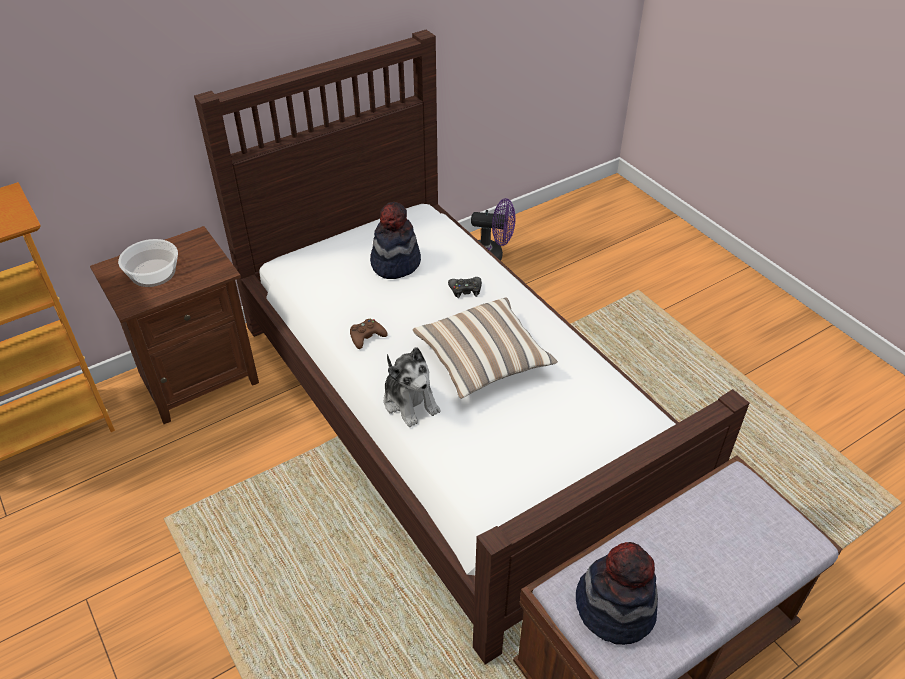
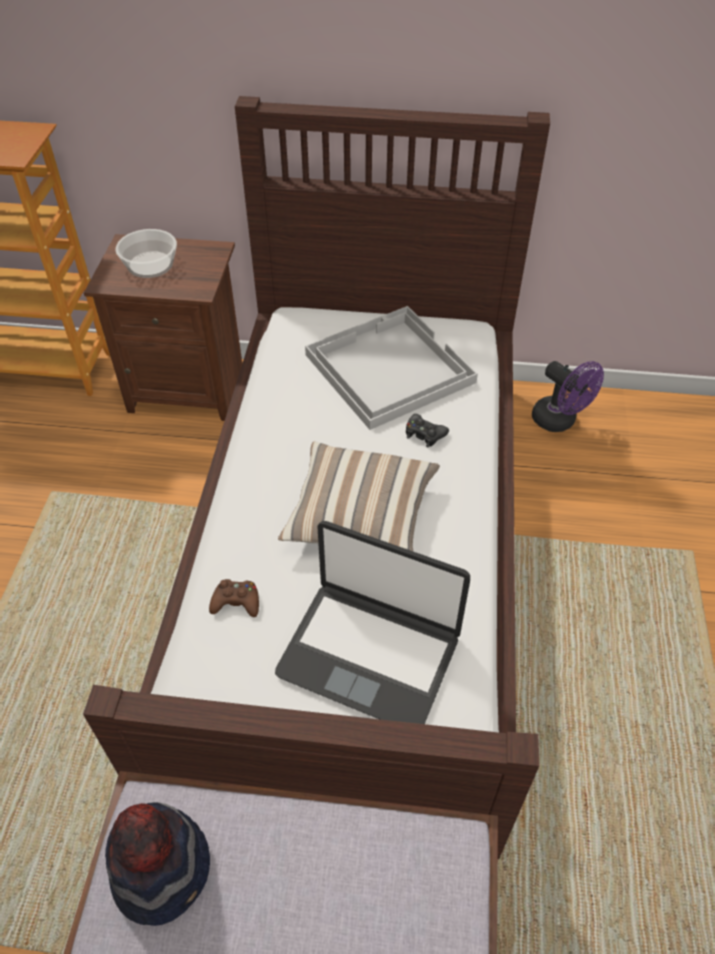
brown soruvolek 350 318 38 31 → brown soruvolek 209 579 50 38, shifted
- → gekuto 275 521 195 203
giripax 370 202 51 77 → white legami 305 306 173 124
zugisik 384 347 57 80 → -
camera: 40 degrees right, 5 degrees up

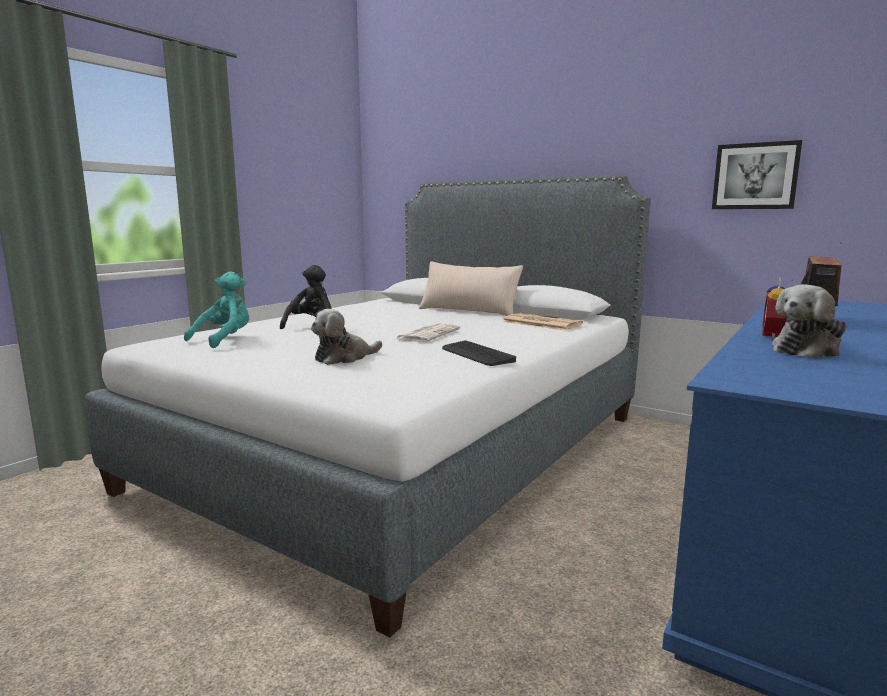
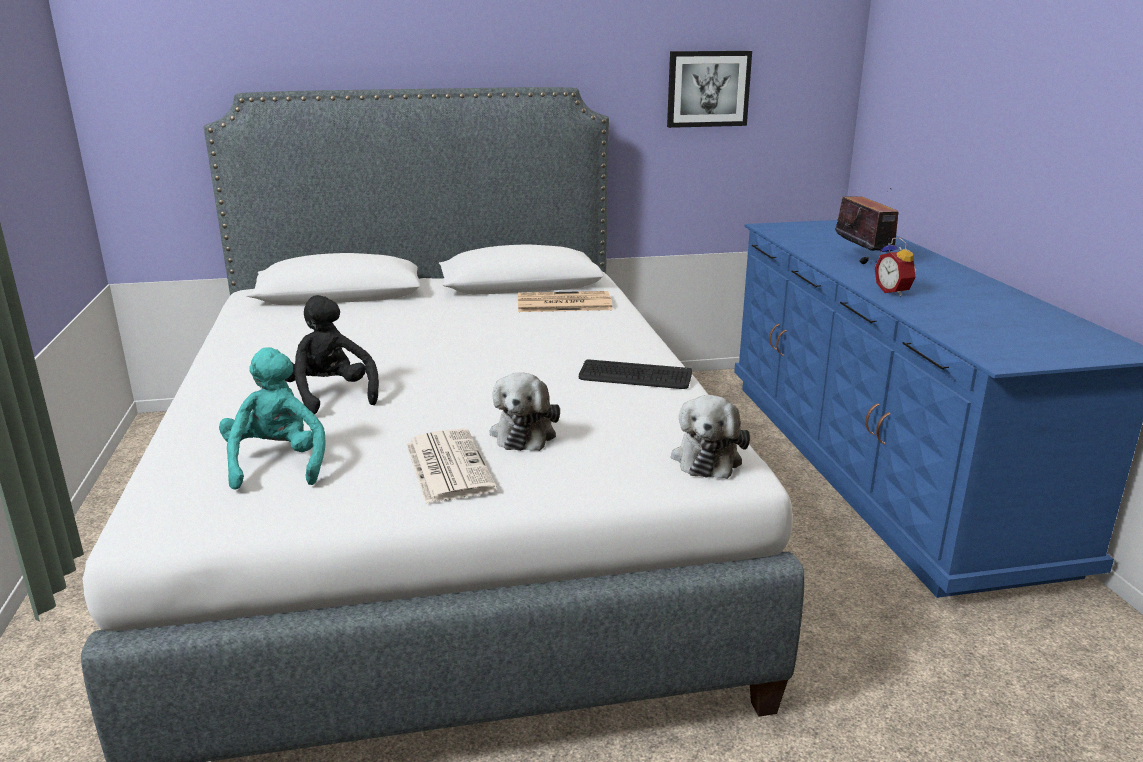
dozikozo 396 323 64 19 → dozikozo 406 428 91 76, shifted
zugisik 772 284 75 75 → zugisik 671 395 79 84, shifted
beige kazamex 419 261 104 55 → -
camera: 45 degrees left, 10 degrees up

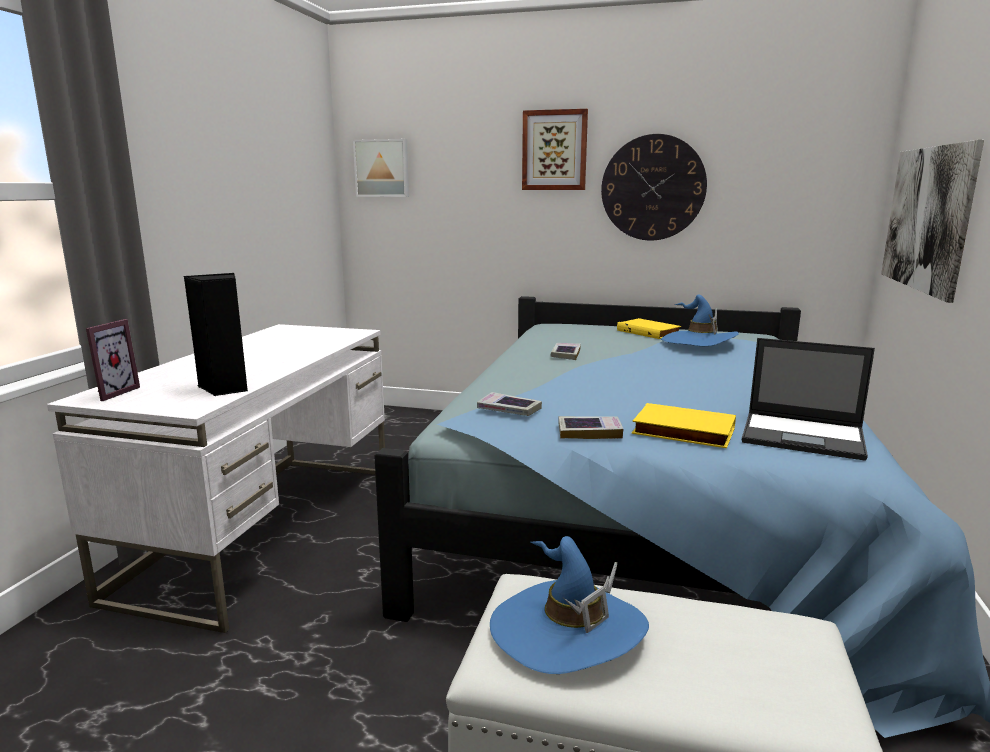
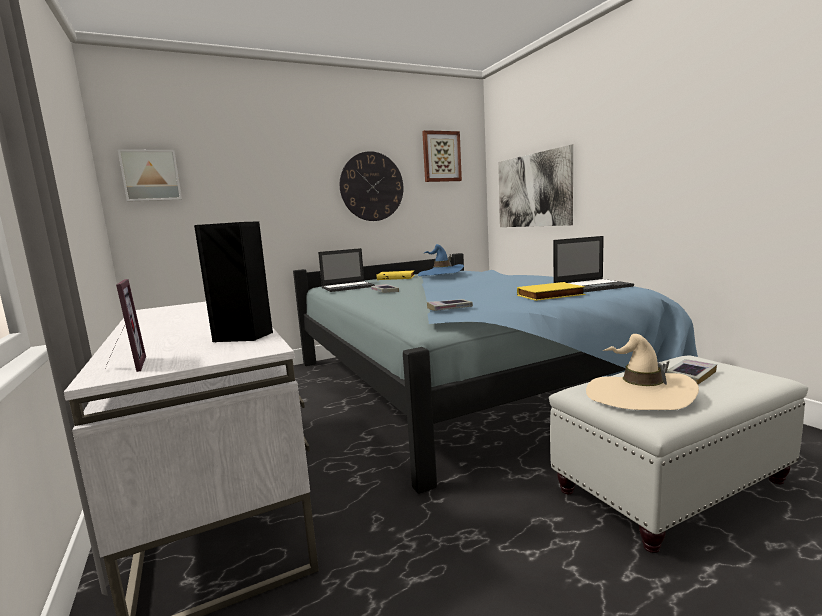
- → gekuto 318 248 57 44
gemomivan 522 109 66 81 → gemomivan 422 130 40 52, shifted
blue giripax 490 536 159 138 → beige giripax 586 334 113 76
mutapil 558 416 65 23 → mutapil 666 359 51 26, shifted
camera: 40 degrees left, 5 degrees down

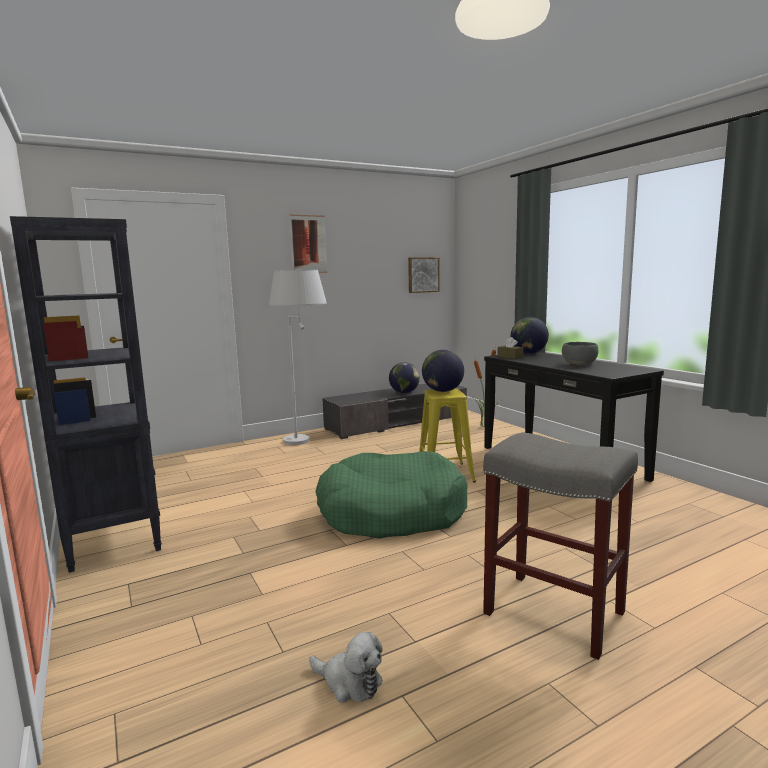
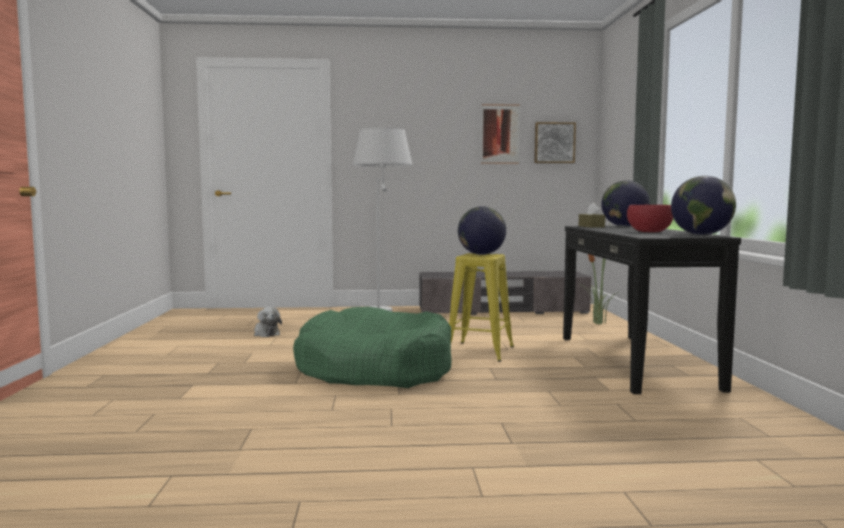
zugisik 309 632 74 71 → zugisik 254 307 28 30, shifted
gemomivan 289 215 38 58 → gemomivan 481 104 39 60, shifted
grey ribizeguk 562 342 36 24 → red ribizeguk 627 205 46 27
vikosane 389 362 31 31 → vikosane 671 176 65 59, shifted
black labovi 10 216 152 357 → -
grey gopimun 483 433 155 227 → -
camera: 25 degrees right, 5 degrees down

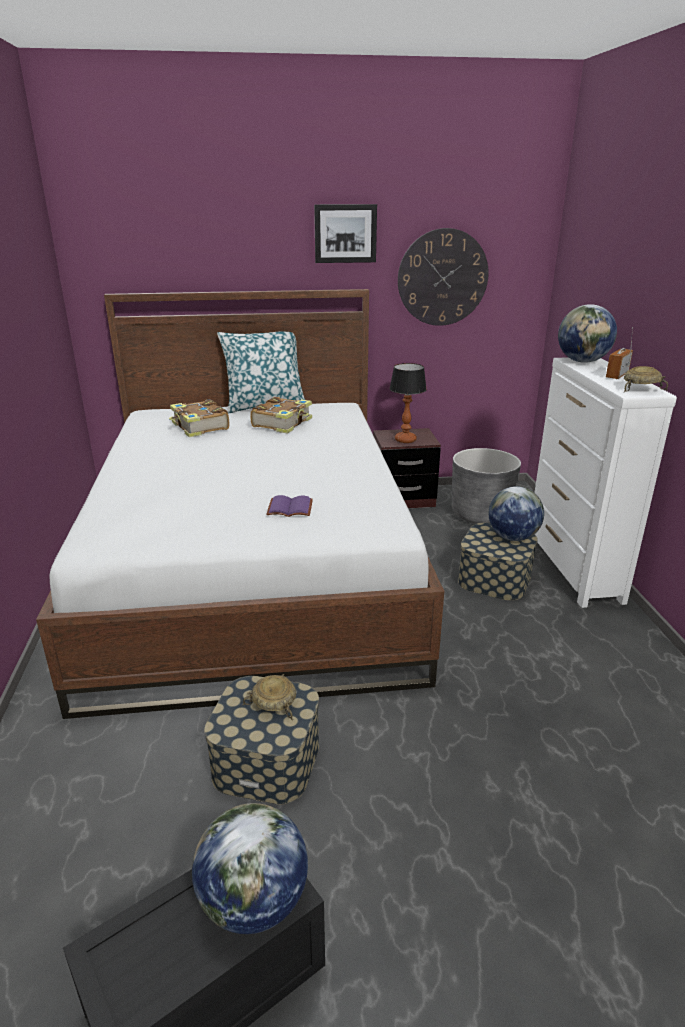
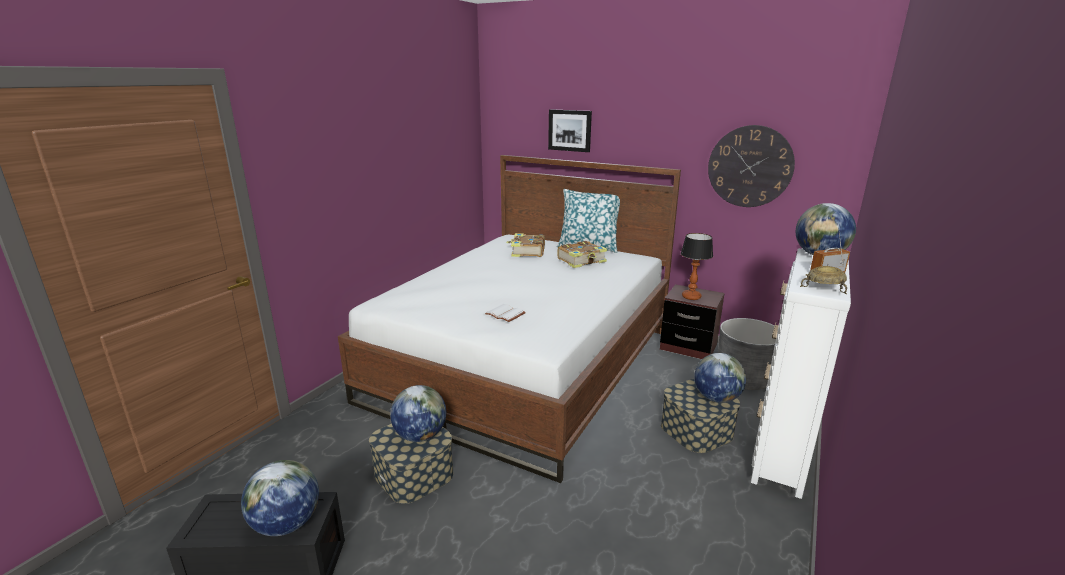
beige ribizeguk 242 674 54 47 → vikosane 390 385 56 57
purple mutapil 266 495 47 22 → white mutapil 485 304 41 18
gemomivan 314 204 63 59 → gemomivan 548 109 44 43, shifted
camera: 35 degrees right, 5 degrees down

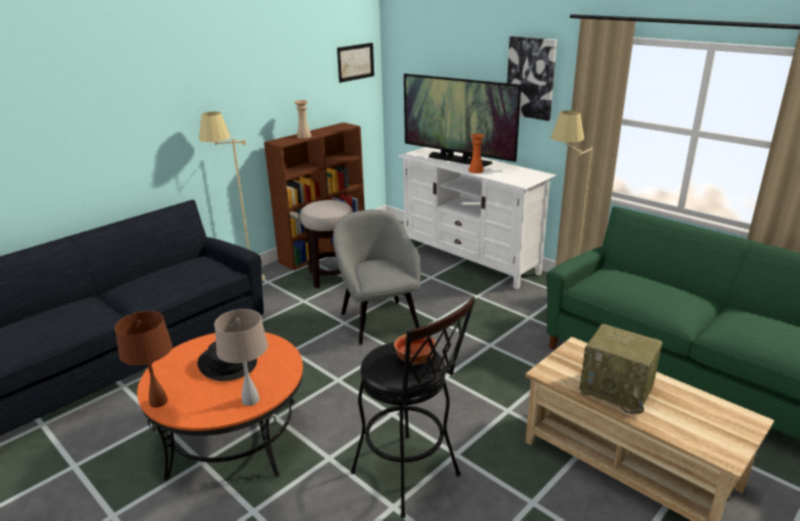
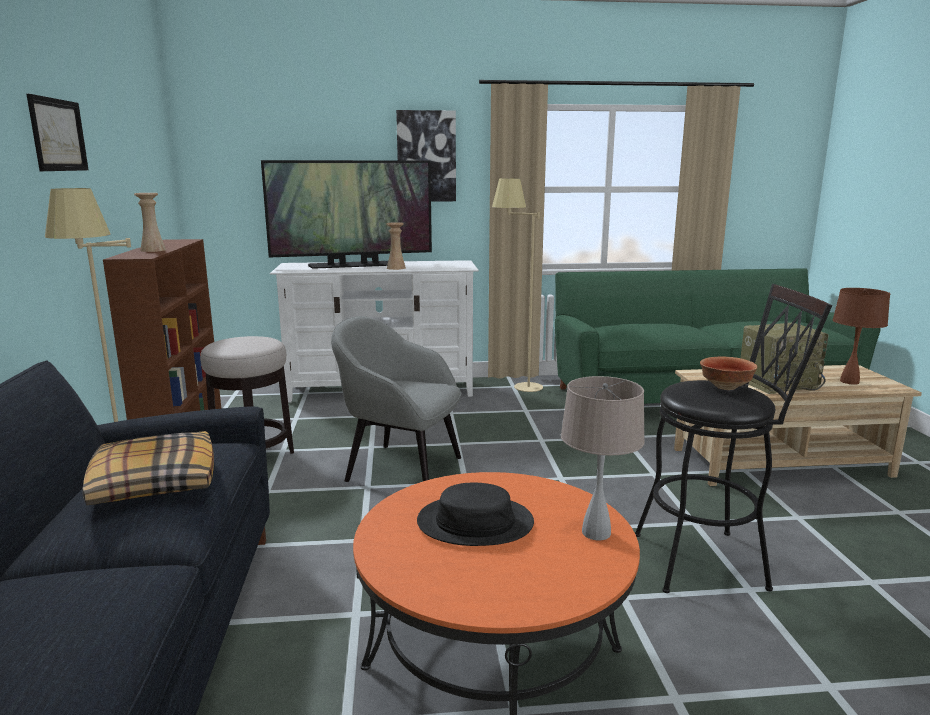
gemomivan 337 43 37 40 → gemomivan 26 94 63 77, shifted
- → kazamex 82 431 132 74
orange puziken 468 134 16 39 → beige puziken 386 222 20 48
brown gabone 115 311 57 97 → brown gabone 833 288 57 97, shifted
camera: 50 degrees left, 10 degrees down

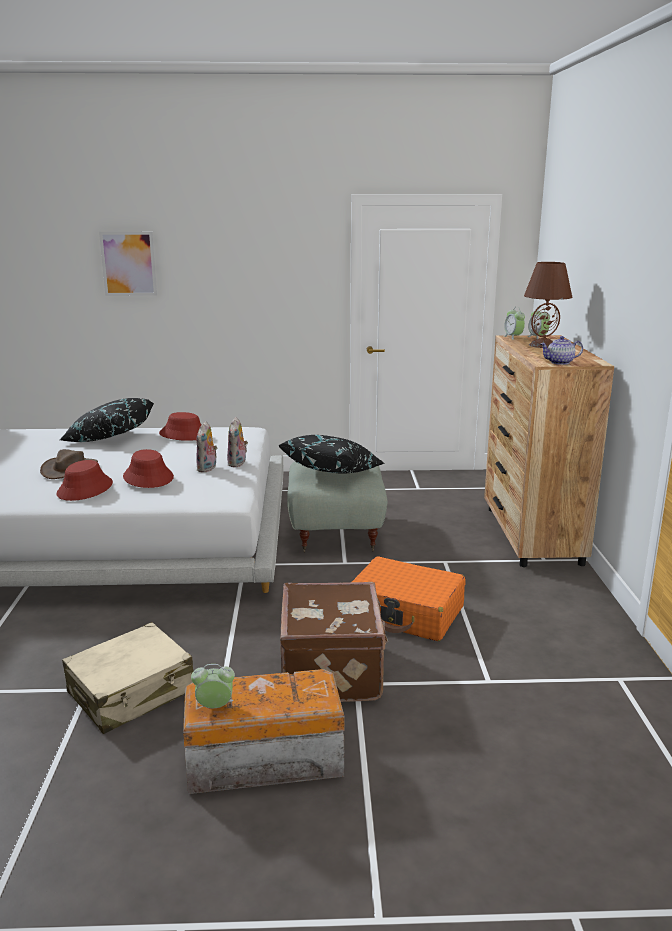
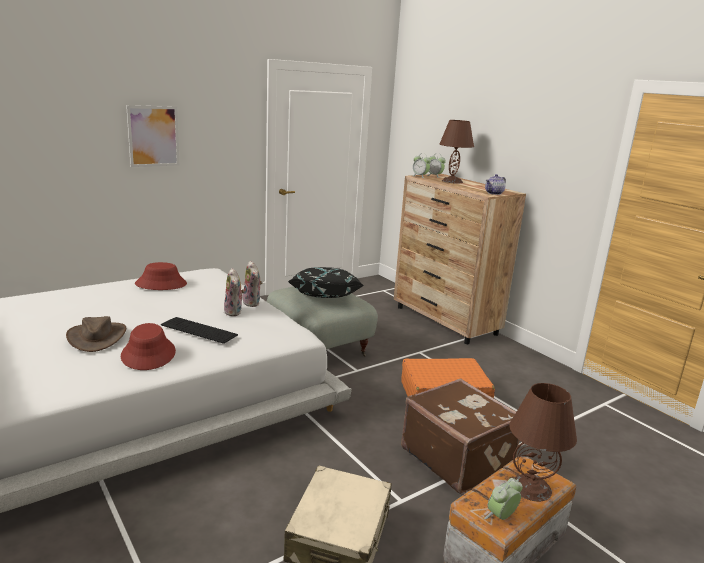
gemomivan 99 232 58 64 → gemomivan 126 105 53 62, shifted
red giripax 123 449 51 39 → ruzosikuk 161 317 77 27
- → brown gabone 509 383 68 118
black kazamex 60 398 94 44 → -
camera: 35 degrees left, 0 degrees up

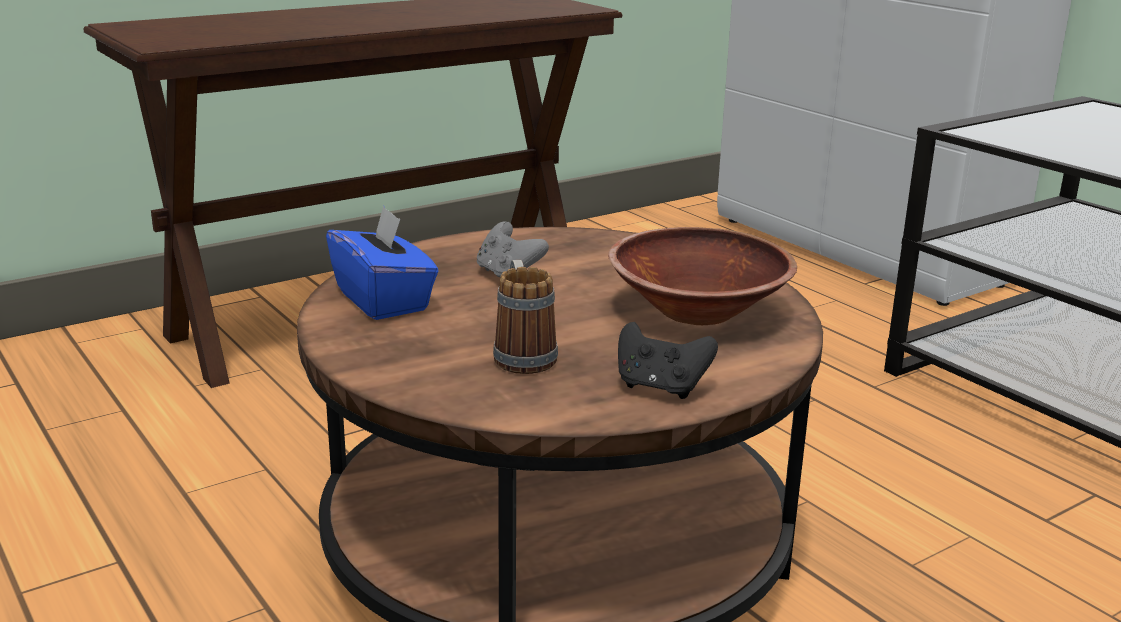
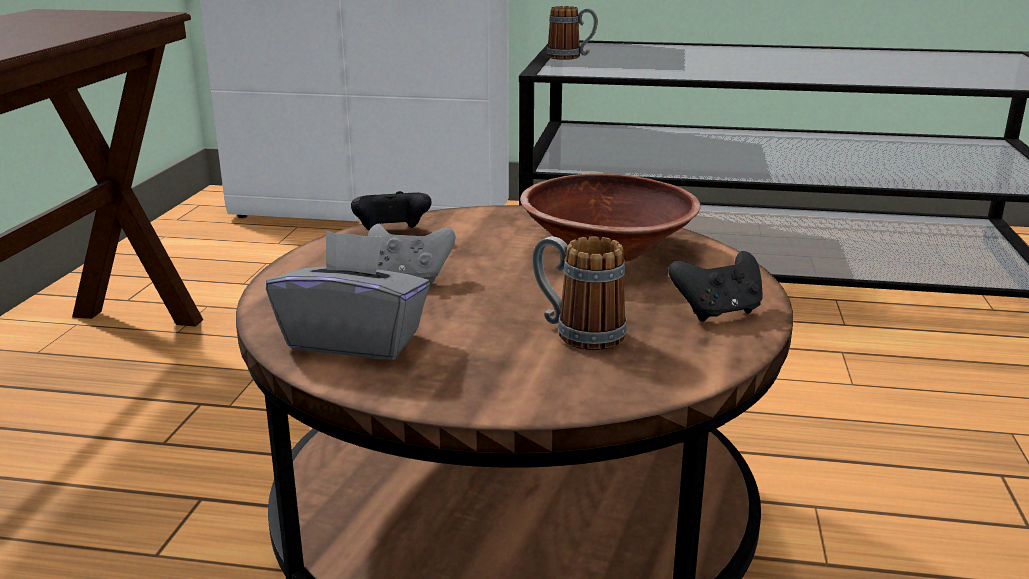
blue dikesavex 326 206 112 114 → grey dikesavex 266 231 164 129
- → black soruvolek 351 191 81 39
- → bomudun 547 6 51 54
camera: 45 degrees left, 0 degrees up

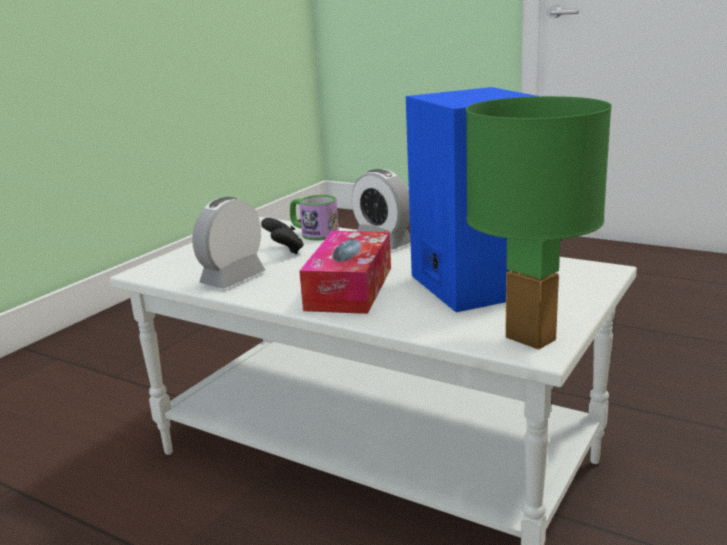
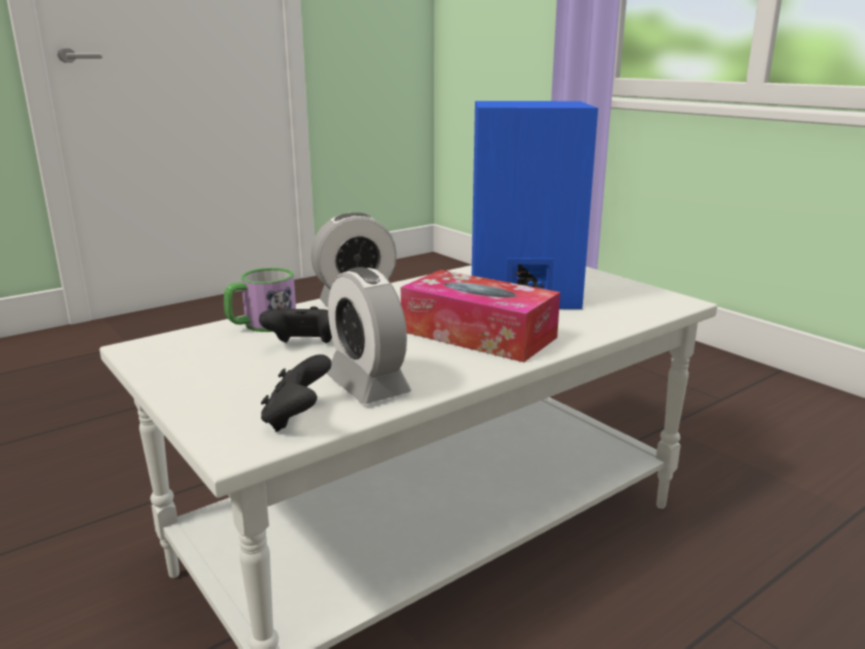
- → black soruvolek 261 354 71 78
green gabone 466 96 146 254 → -
camera: 70 degrees left, 0 degrees up

